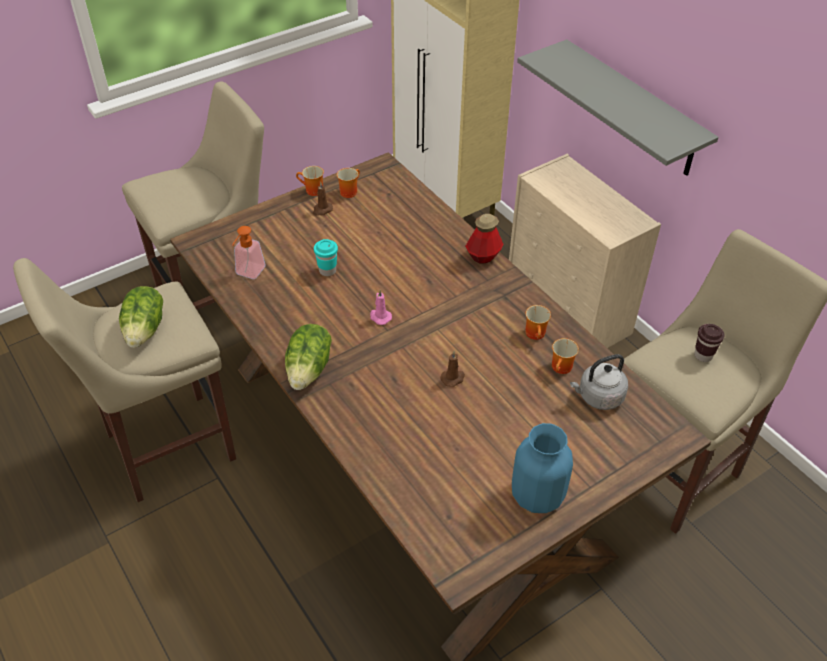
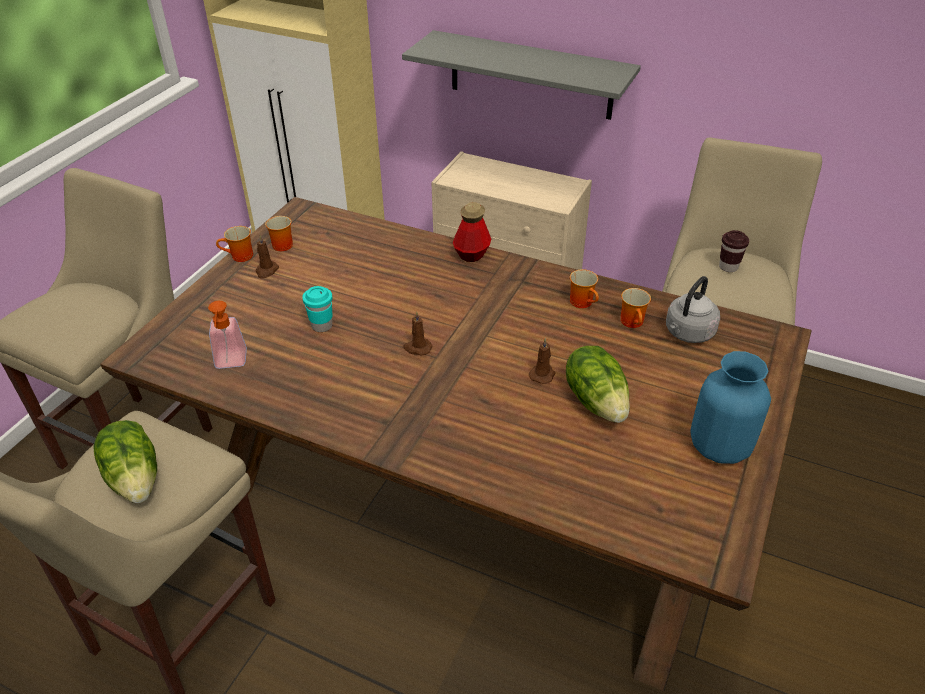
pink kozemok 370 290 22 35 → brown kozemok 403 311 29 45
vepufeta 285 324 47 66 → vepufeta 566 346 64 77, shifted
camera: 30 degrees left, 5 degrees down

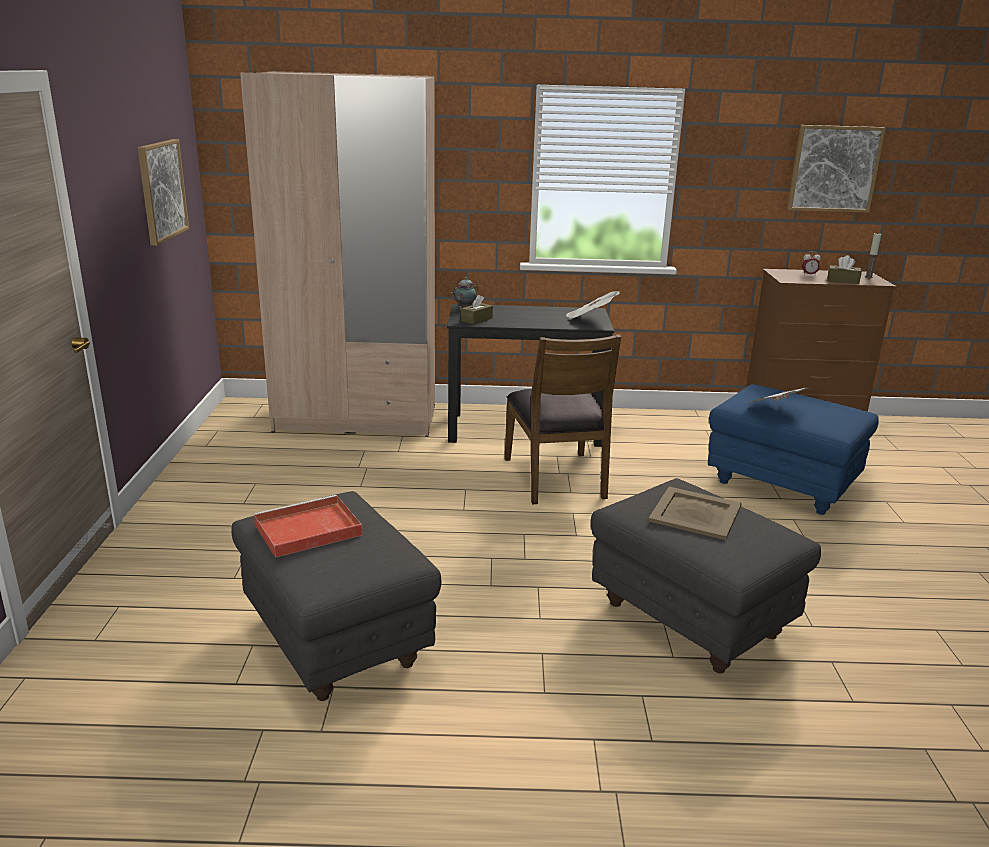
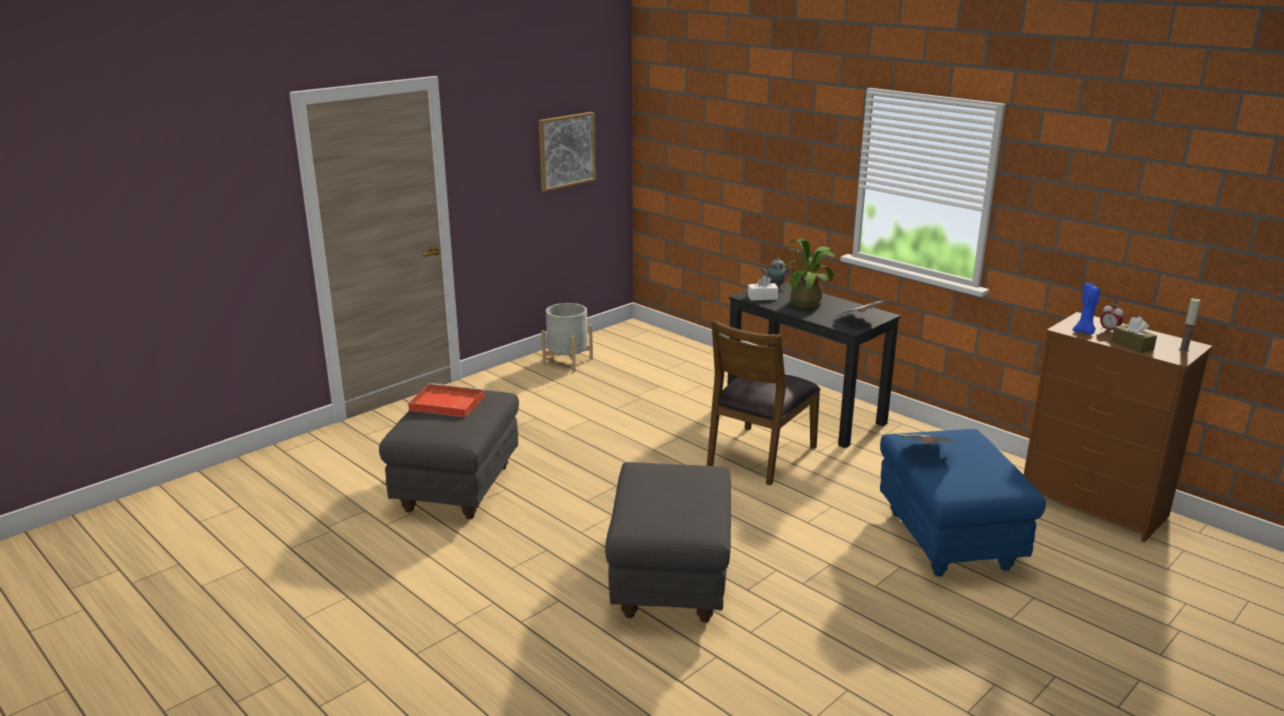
- → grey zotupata 541 303 52 69
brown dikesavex 461 295 32 29 → white dikesavex 748 275 31 26
- → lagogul 782 238 54 71
- → blue kozemok 1073 283 27 51
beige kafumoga 240 71 195 366 → -
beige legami 648 487 94 53 → -
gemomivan 787 125 99 88 → -
camera: 45 degrees right, 0 degrees up

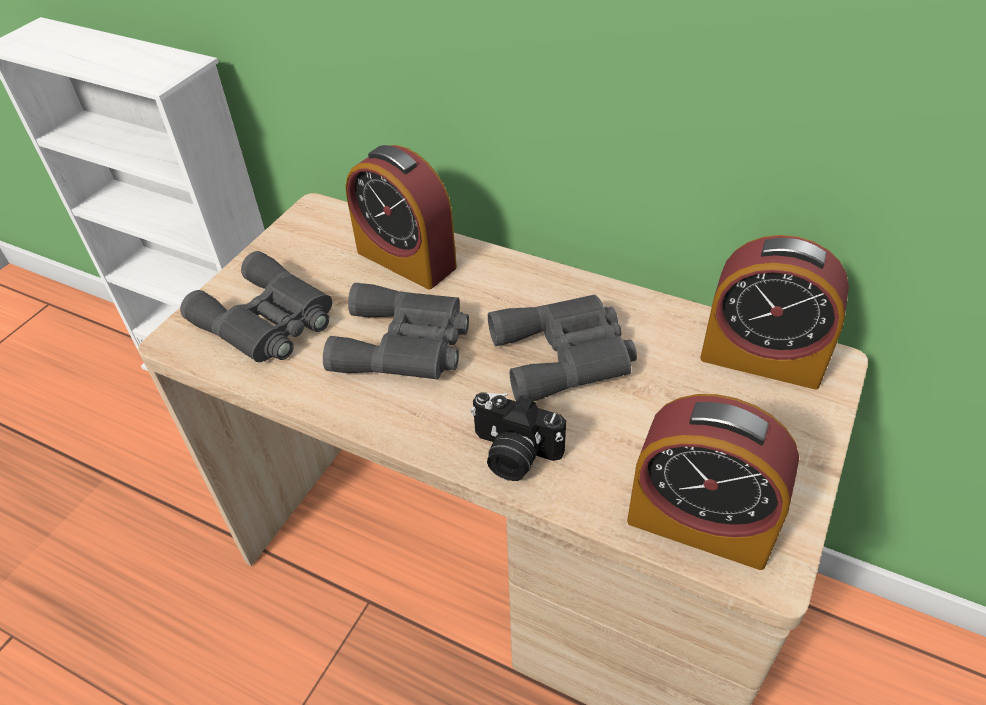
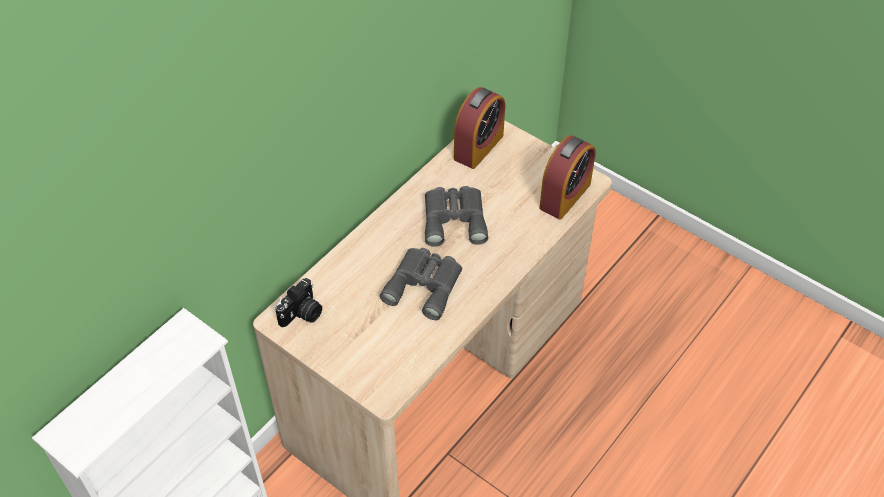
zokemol 470 392 96 89 → zokemol 276 278 46 50, shifted
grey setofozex 180 251 152 111 → -
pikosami 346 145 111 144 → -
camera: 80 degrees left, 5 degrees up

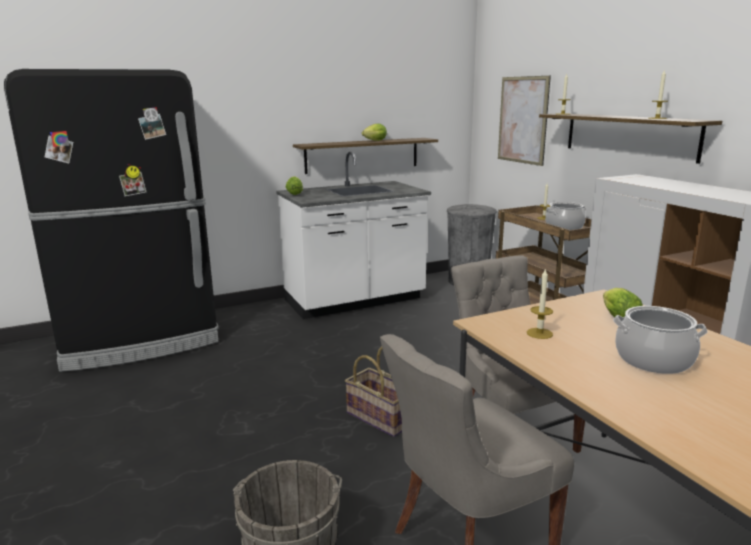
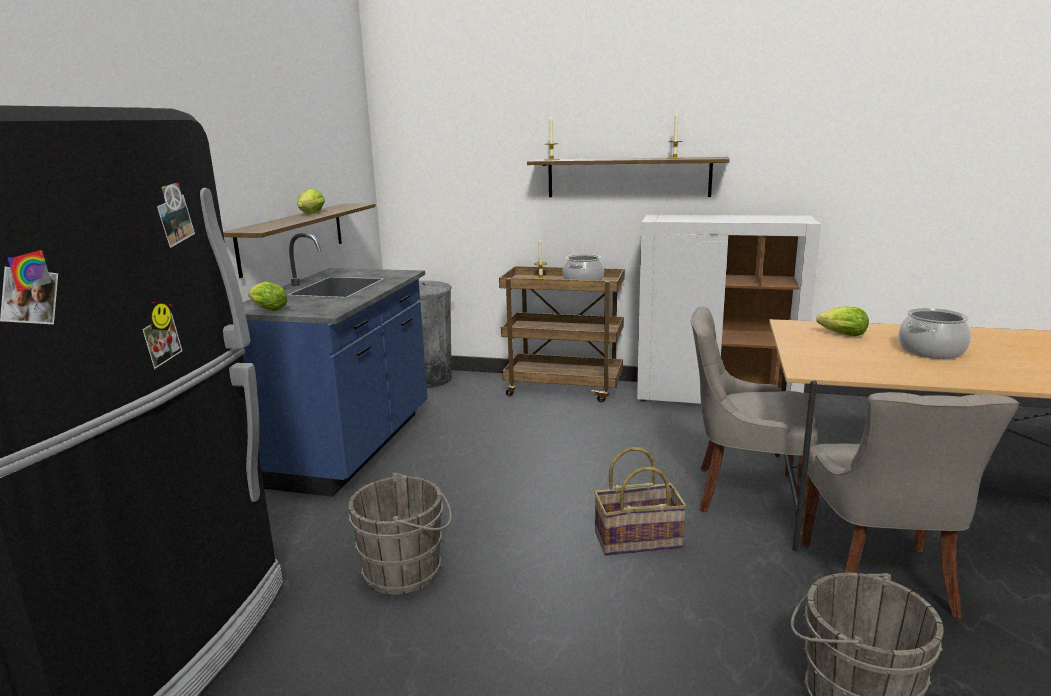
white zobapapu 276 152 155 167 → blue zobapapu 243 233 185 264
- → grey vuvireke 348 473 104 121
gemomivan 498 76 53 90 → -
kozemok 527 268 26 71 → -
camera: 50 degrees left, 0 degrees up

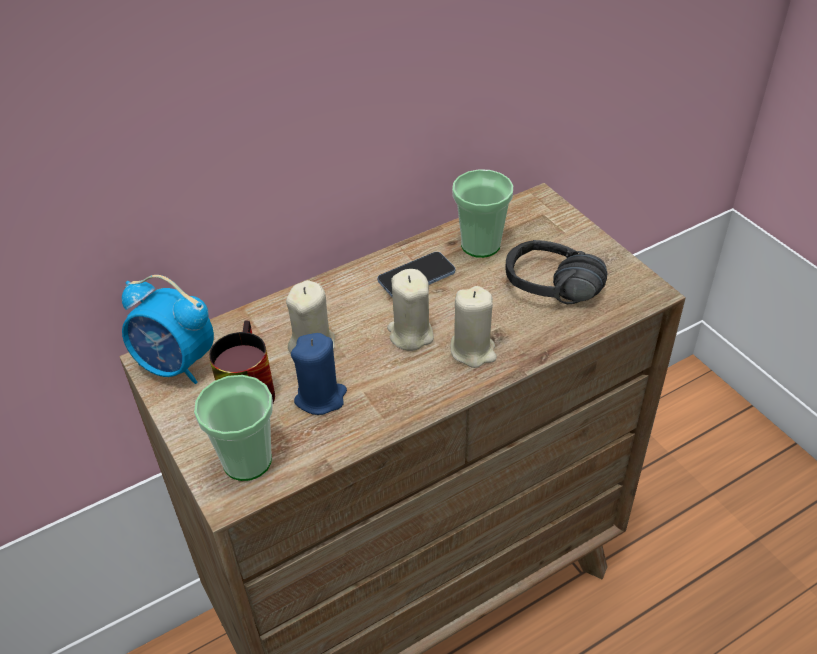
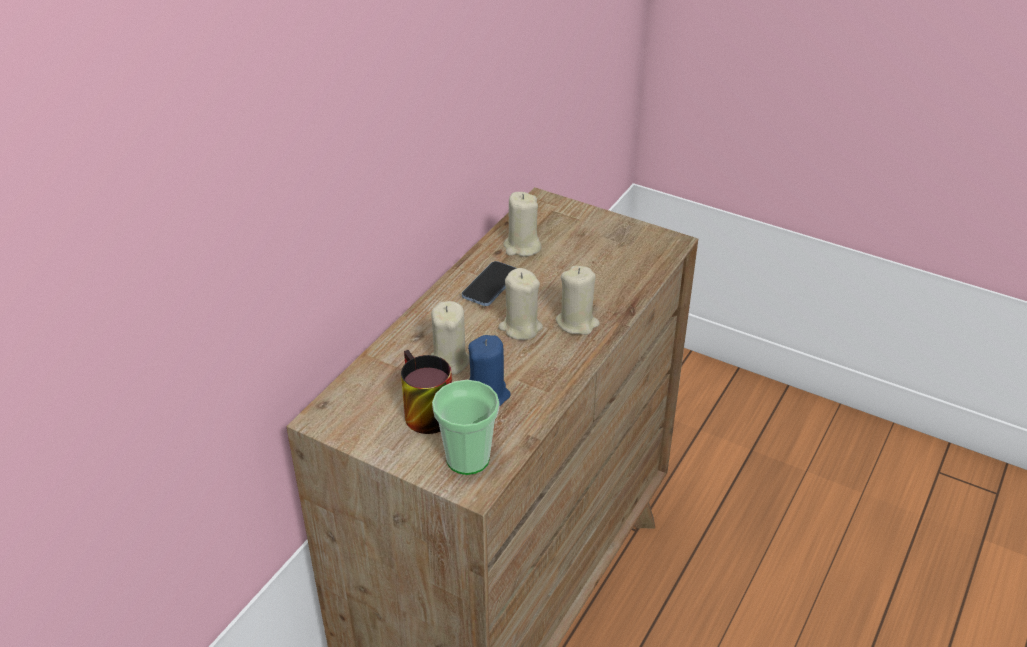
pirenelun 452 169 61 89 → beige kozemok 503 192 39 65
pikosami 122 275 92 109 → -
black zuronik 505 240 102 64 → -
camera: 30 degrees left, 5 degrees down

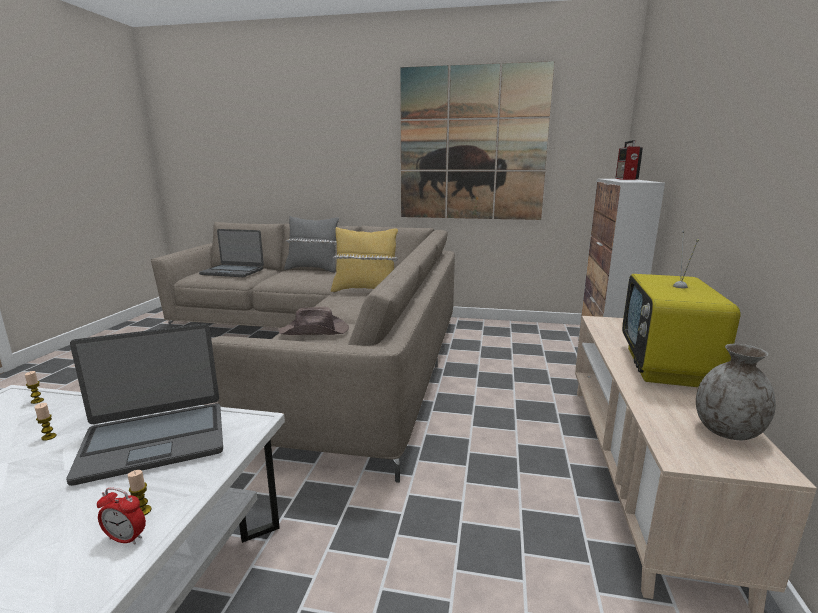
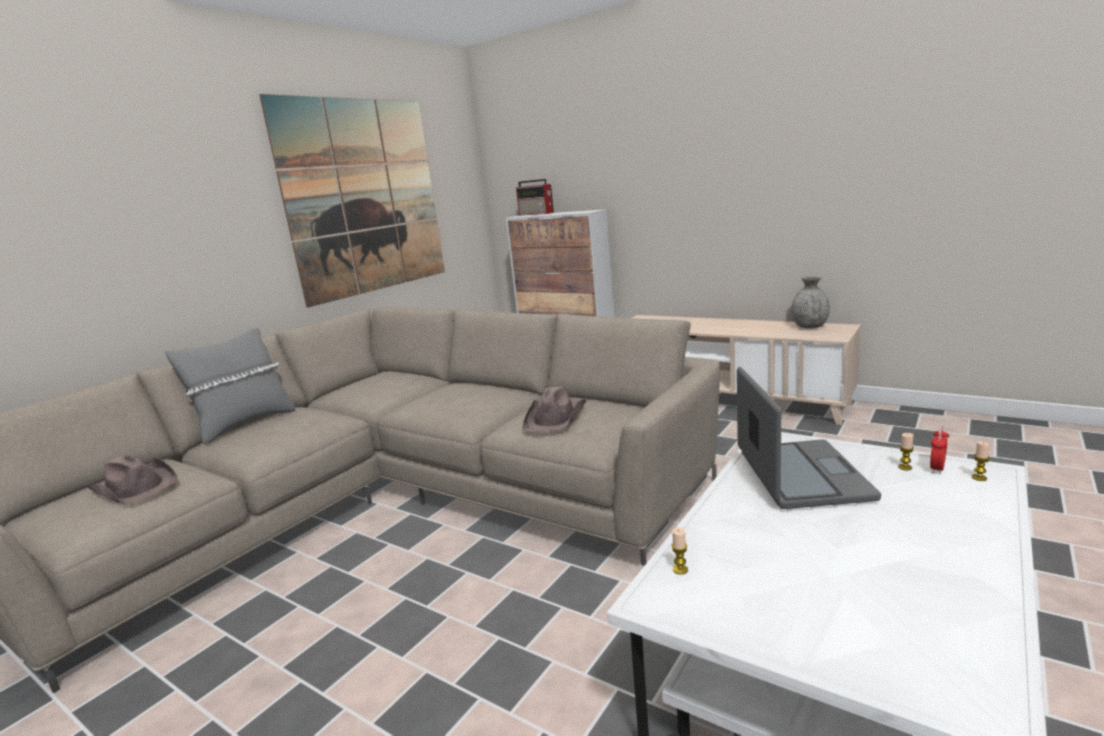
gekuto 199 229 65 48 → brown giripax 88 454 89 51
kozemok 35 403 22 38 → kozemok 972 441 18 40, shifted
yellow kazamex 331 227 67 65 → -
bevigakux 622 231 119 156 → -
camera: 65 degrees left, 0 degrees up

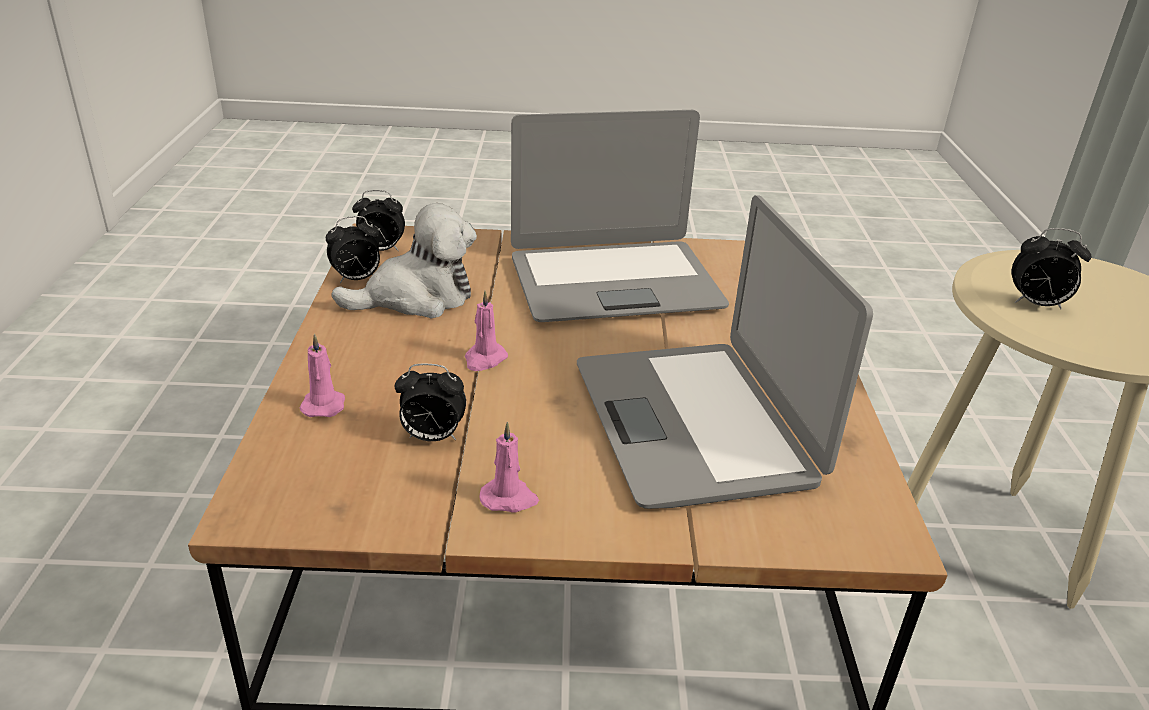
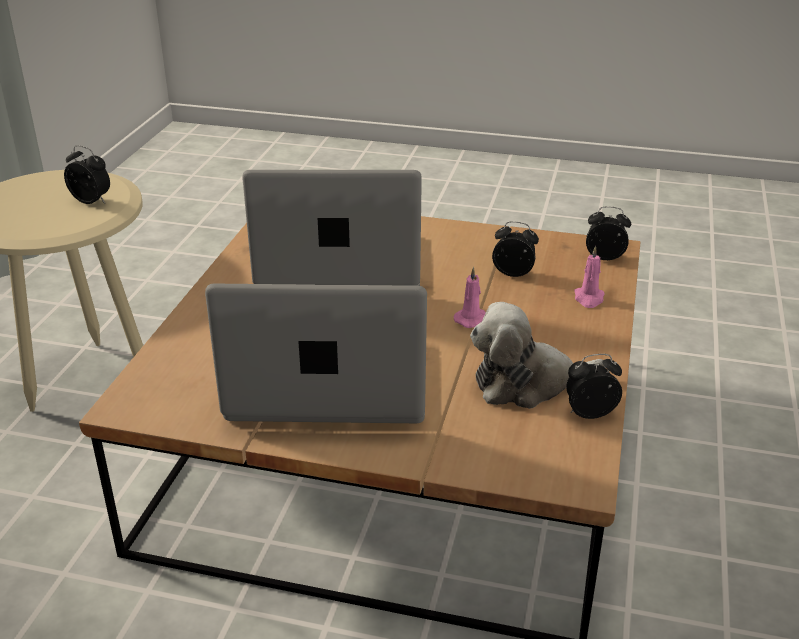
gekuto 577 195 296 314 → gekuto 242 170 180 116, 90 degrees counterclockwise
pikosami 352 190 53 61 → pikosami 586 206 45 54, shifted
pink kozemok 480 422 59 91 → -
camera: 165 degrees left, 0 degrees up

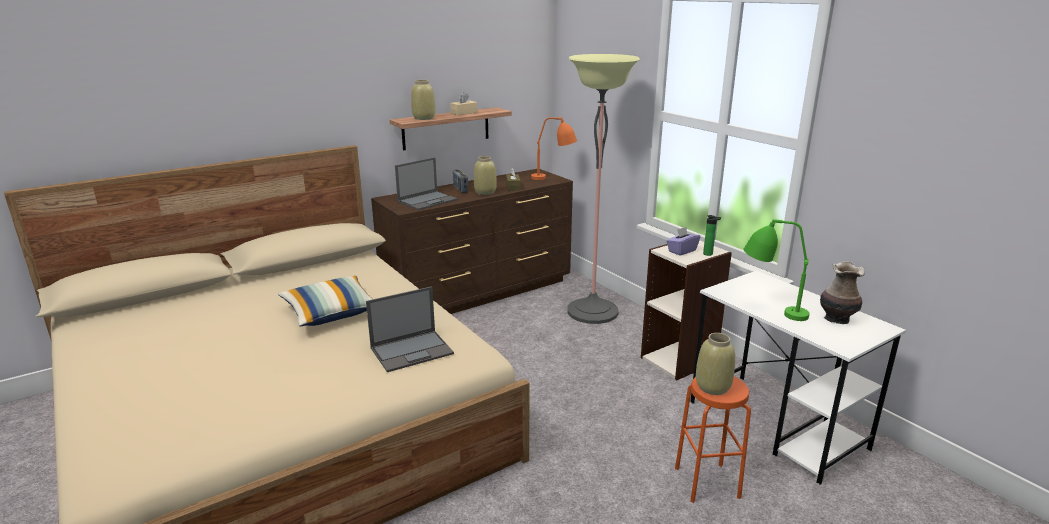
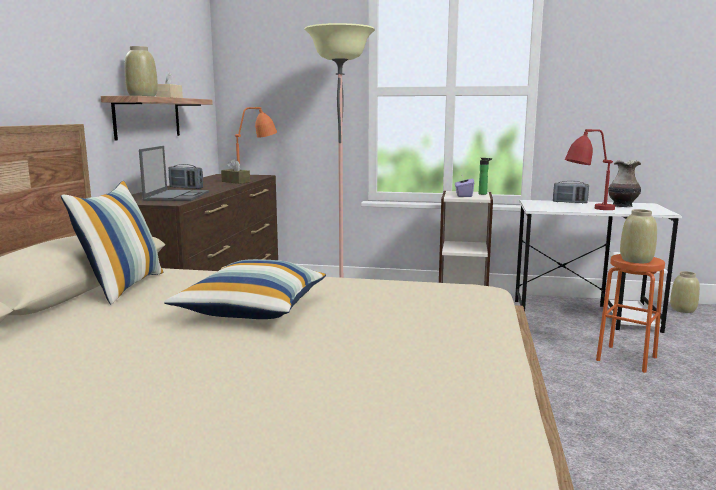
- → kazamex 61 181 102 123
- → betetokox 553 181 36 22
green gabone 744 219 66 102 → red gabone 565 129 50 81
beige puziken 474 156 23 39 → beige puziken 670 271 30 42, shifted
gekuto 366 286 88 86 → -
camera: 45 degrees left, 10 degrees down

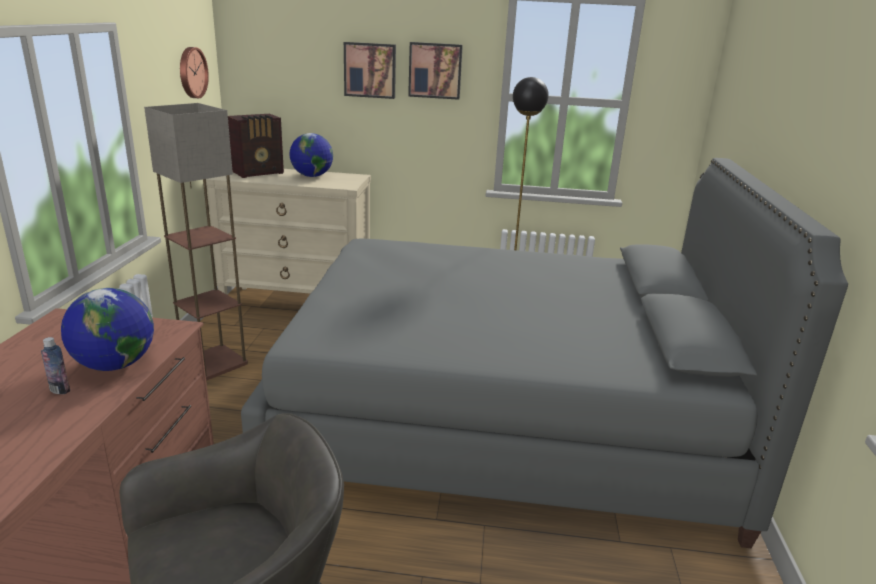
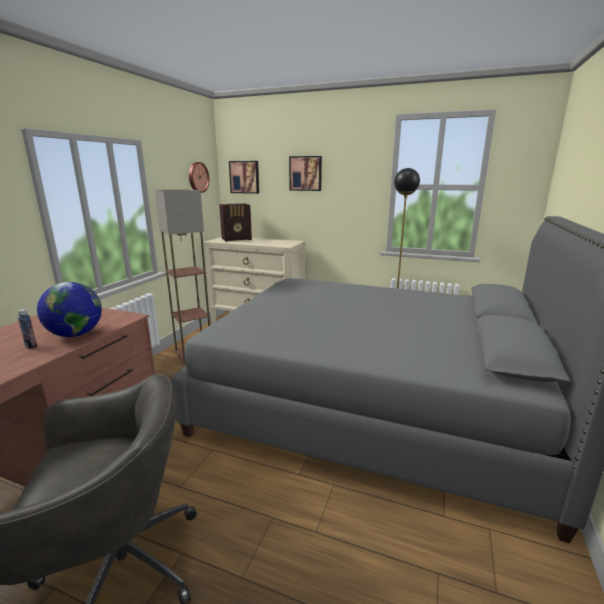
gemomivan 408 42 55 58 → gemomivan 229 161 30 33, shifted
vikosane 290 133 43 44 → -
camera: 15 degrees right, 5 degrees down

